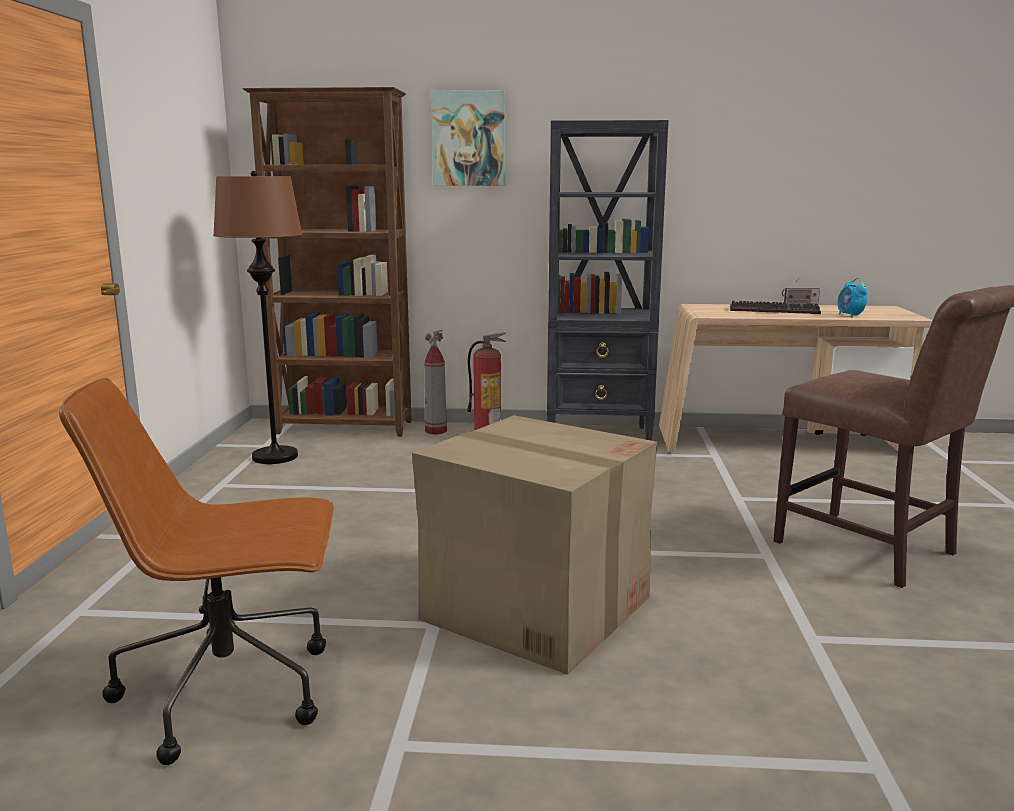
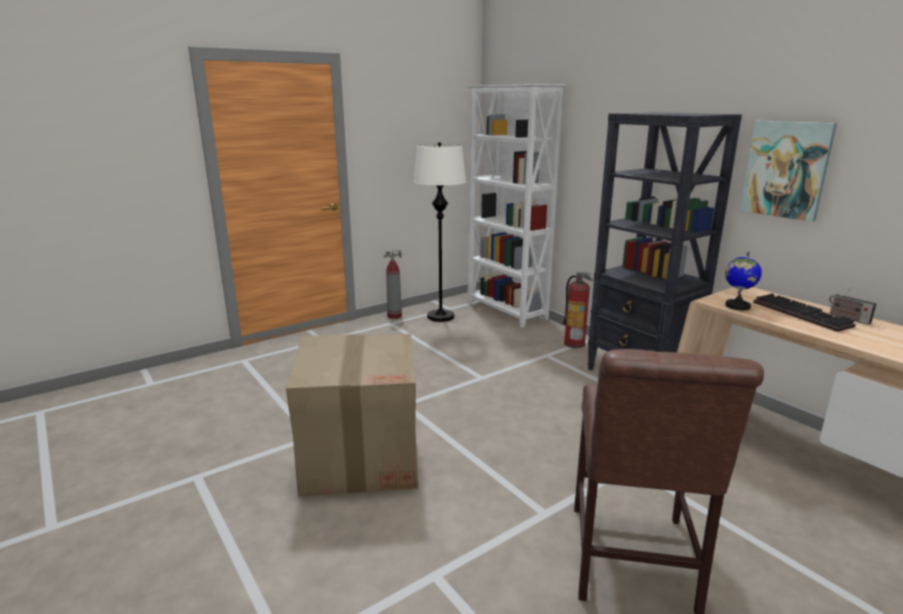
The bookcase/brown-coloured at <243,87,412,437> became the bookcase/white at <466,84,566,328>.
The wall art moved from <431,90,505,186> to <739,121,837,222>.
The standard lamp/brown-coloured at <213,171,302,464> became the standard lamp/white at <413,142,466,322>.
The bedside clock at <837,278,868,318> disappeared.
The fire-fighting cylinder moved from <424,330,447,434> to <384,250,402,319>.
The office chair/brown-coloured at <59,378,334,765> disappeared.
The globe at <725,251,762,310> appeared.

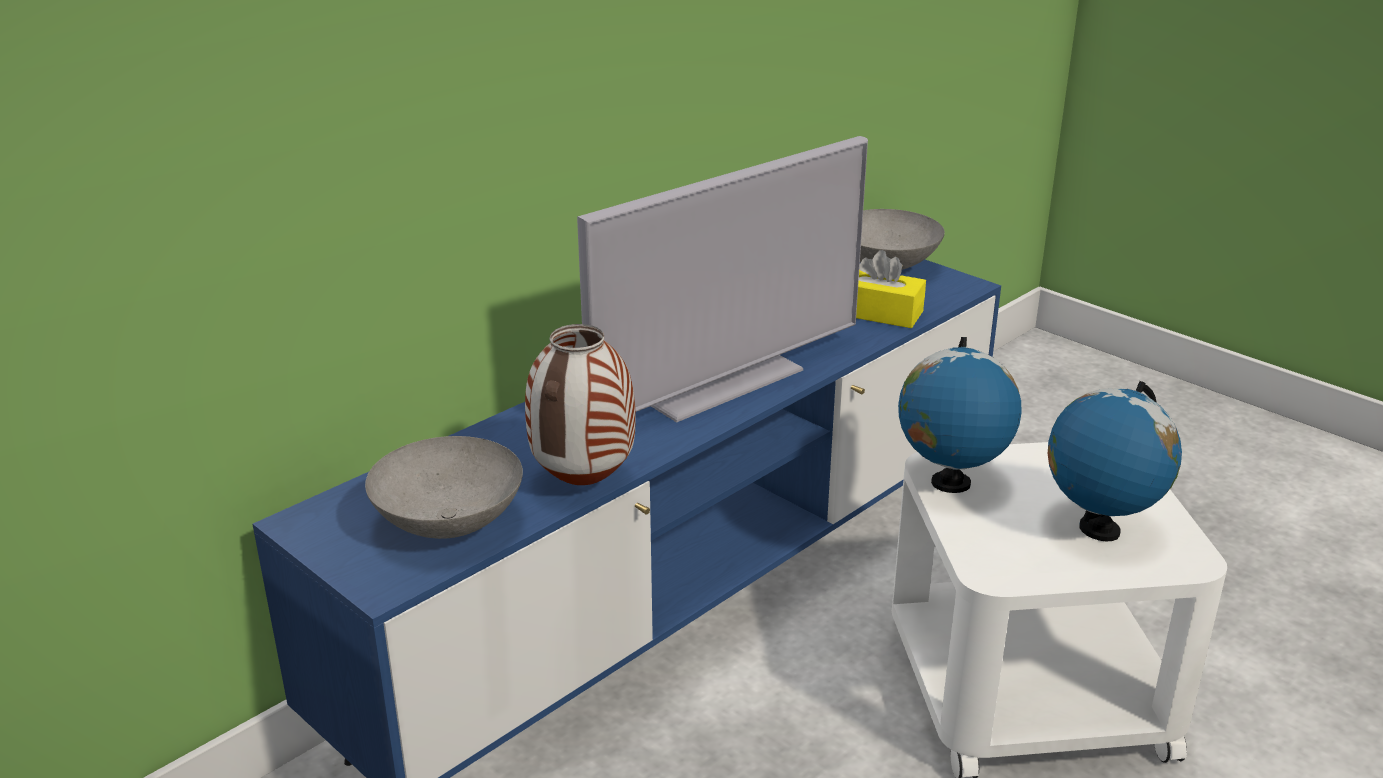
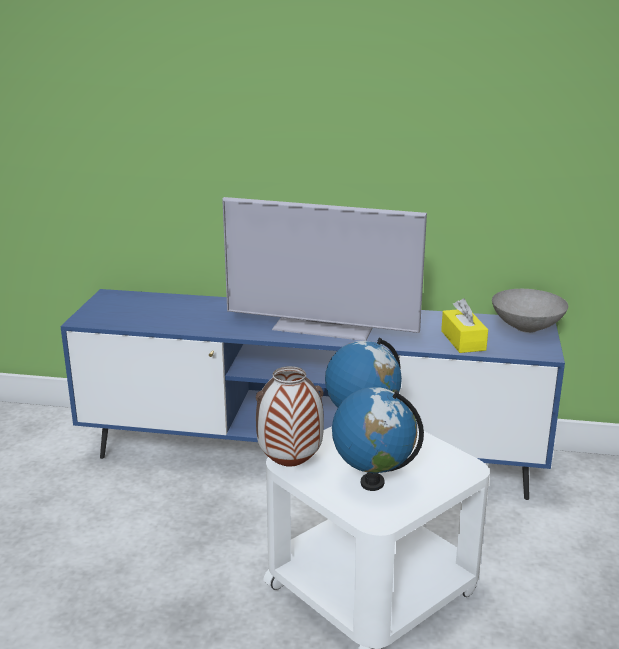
The decorative vase moved from <525,324,635,485> to <256,366,324,467>.
The deep dish/greyish at <365,436,523,539> disappeared.

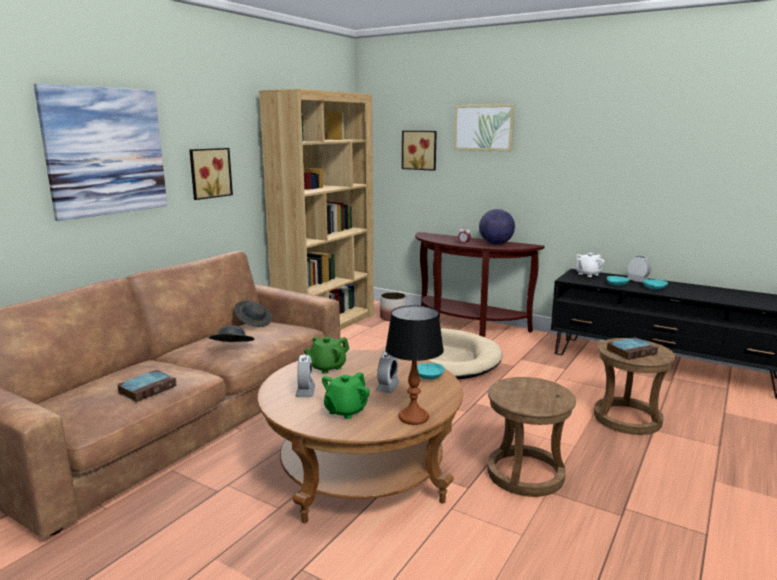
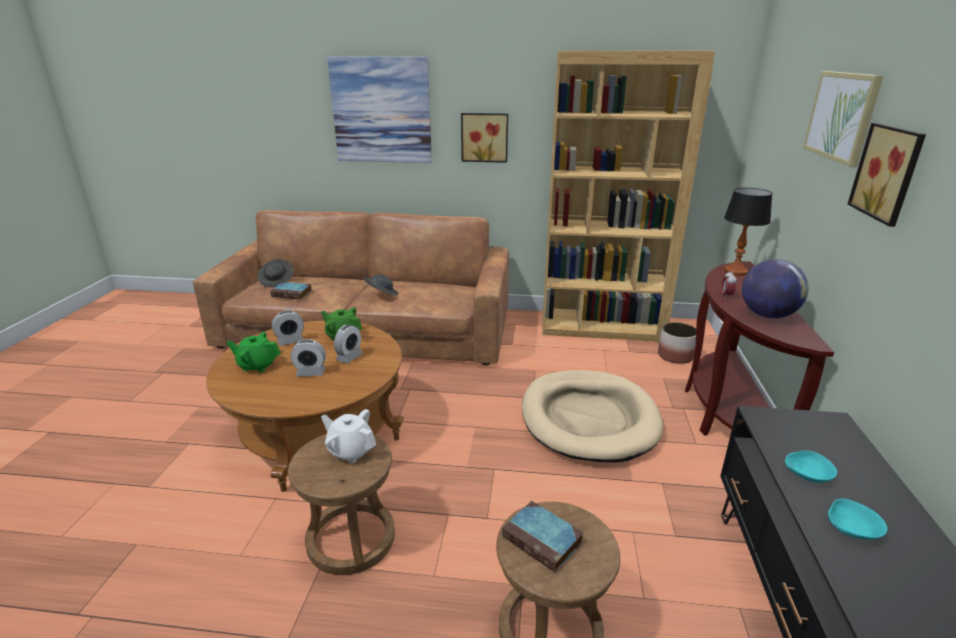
The wall art moved from <402,131,437,171> to <847,123,926,227>.
The teapot/white moved from <576,253,605,277> to <321,409,376,463>.
The bedside clock moved from <627,256,651,283> to <334,325,363,363>.
The clothing hat/greyish moved from <234,301,272,327> to <257,259,294,287>.
The lamp for a table moved from <385,305,444,425> to <724,188,773,276>.
The deep dish/turquoise-coloured at <417,363,445,380> disappeared.

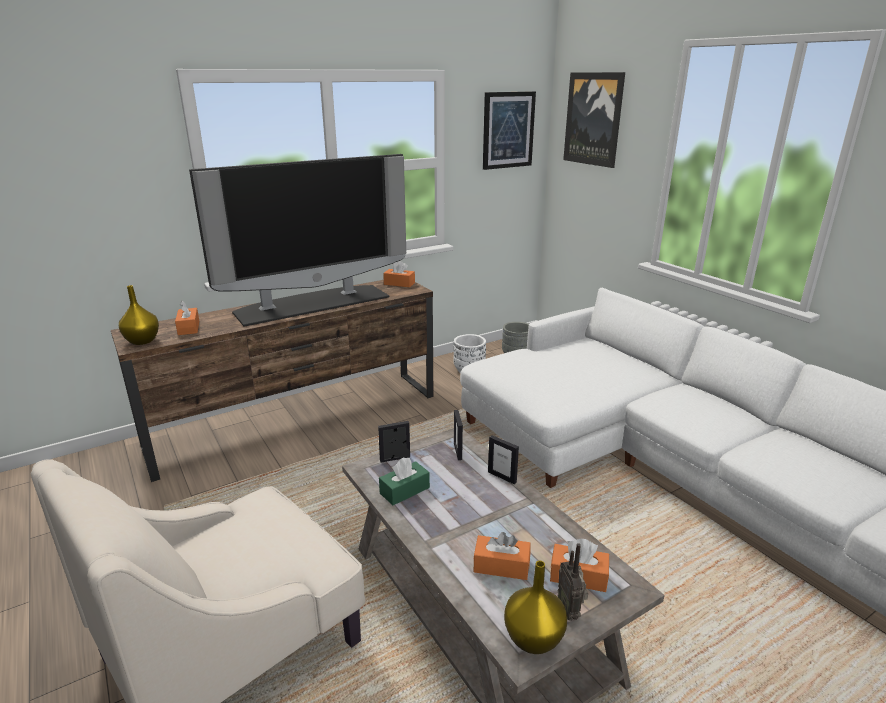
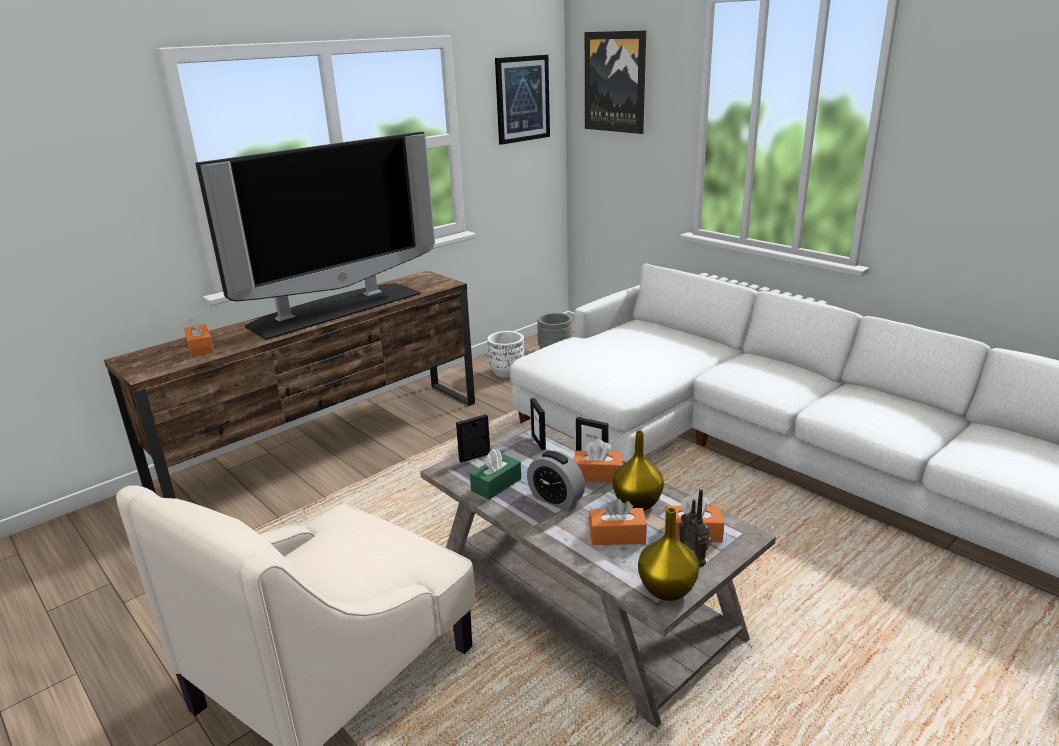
The tissue box/orange-coloured moved from <383,260,415,287> to <574,439,623,483>.
The decorative vase/yellow-coloured moved from <119,285,159,345> to <613,431,664,511>.
The bedside clock at <527,451,585,510> appeared.

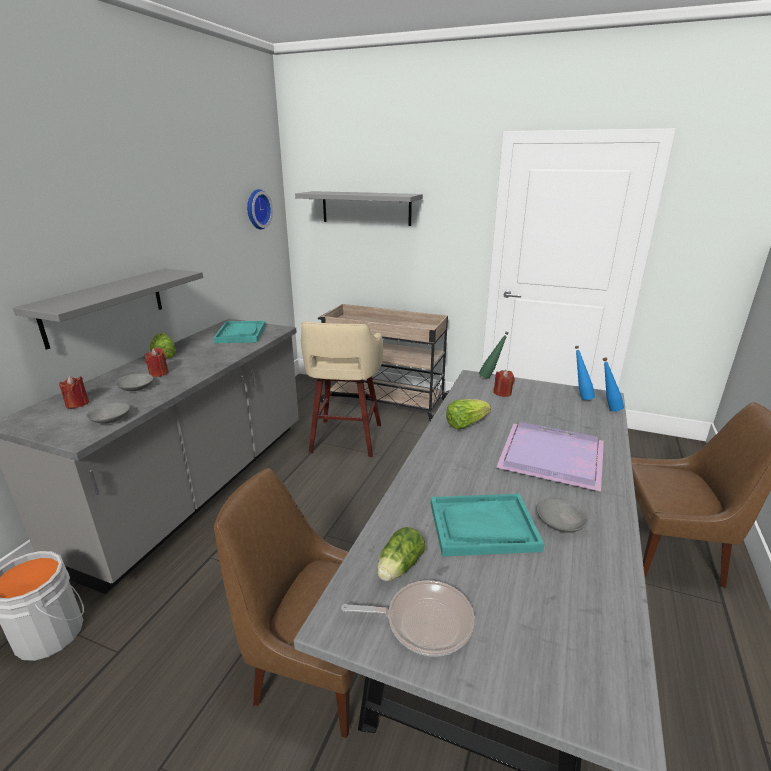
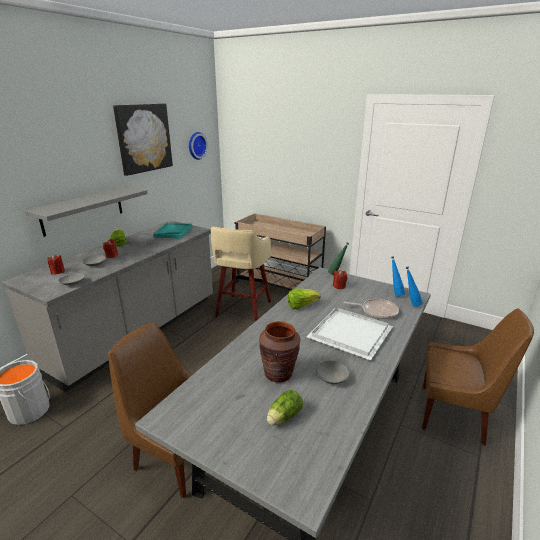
The shelf/greyish at <295,191,423,226> disappeared.
The serving tray/purplish at <496,422,604,491> became the serving tray/white at <307,307,393,360>.
The serving tray/turquoise-coloured at <431,494,544,556> was replaced by the decorative vase/brown-coloured at <259,321,300,383>.
The lettuce head moved from <377,527,425,581> to <267,390,303,425>.
The frying pan moved from <341,580,475,657> to <343,299,399,319>.
The wall art at <113,104,173,176> appeared.

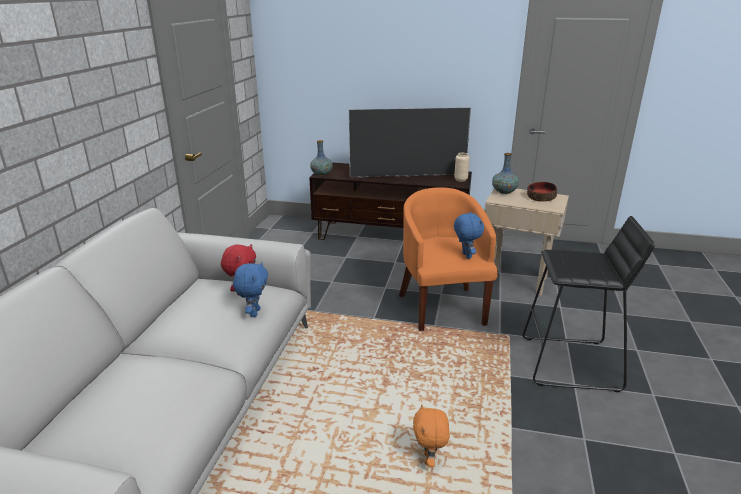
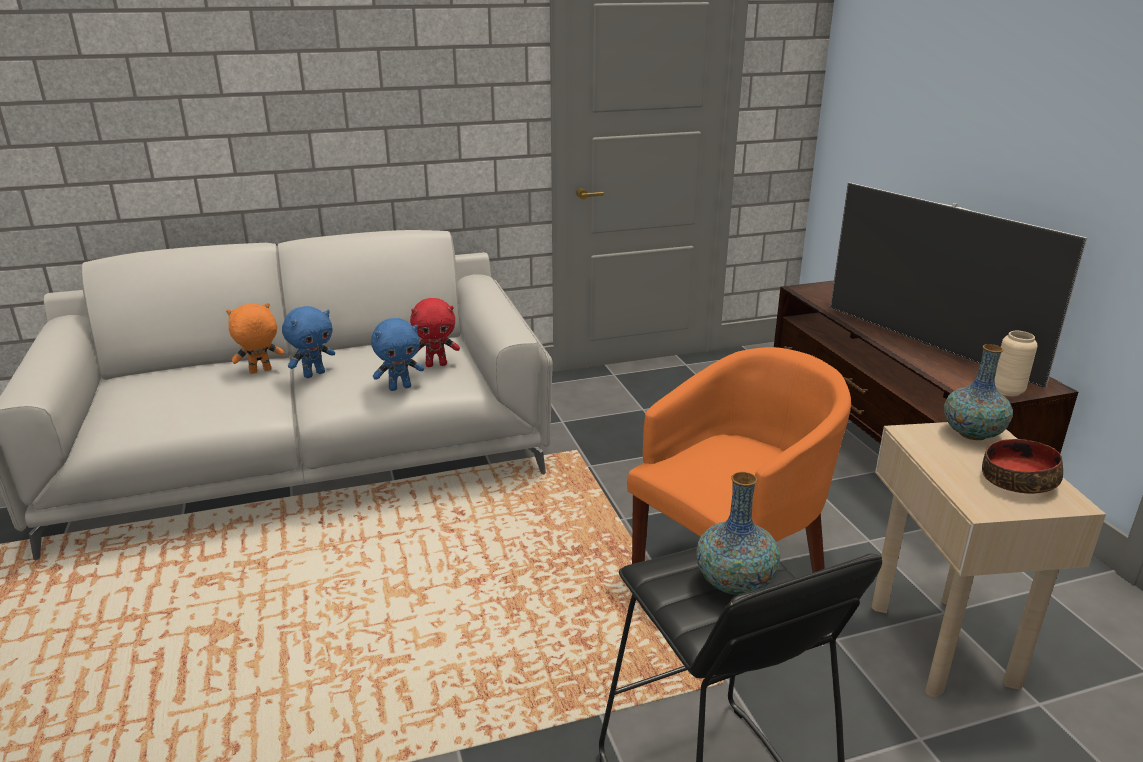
The decorative vase moved from <310,140,333,176> to <696,472,780,595>.
The plush toy/bluish moved from <454,212,484,259> to <282,306,335,378>.
The plush toy/orange-coloured moved from <413,404,450,467> to <226,303,284,374>.

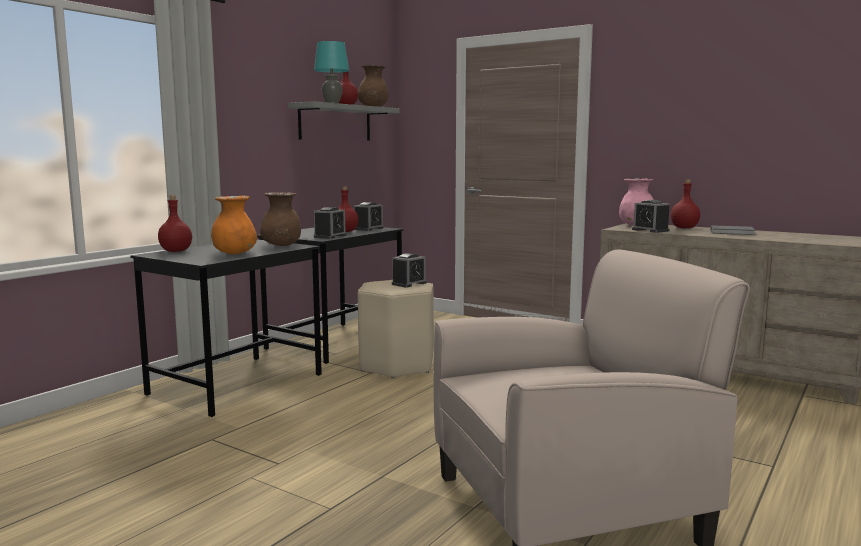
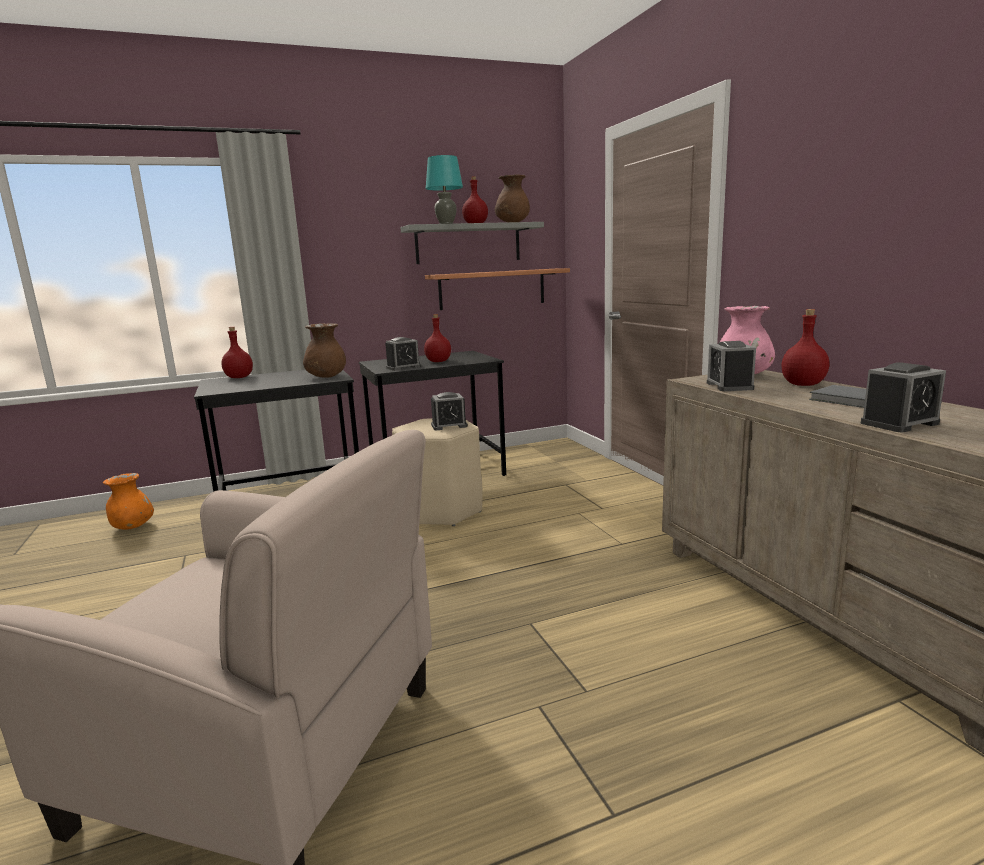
The decorative vase/orange-coloured moved from <211,196,257,254> to <103,473,154,530>.
The bedside clock moved from <354,202,384,231> to <861,362,946,432>.
The shelf at <425,268,570,310> appeared.

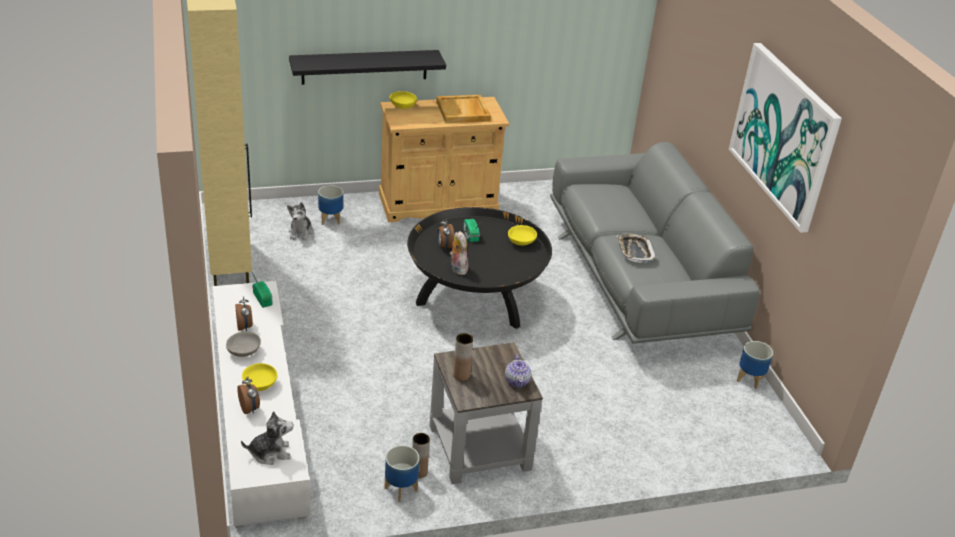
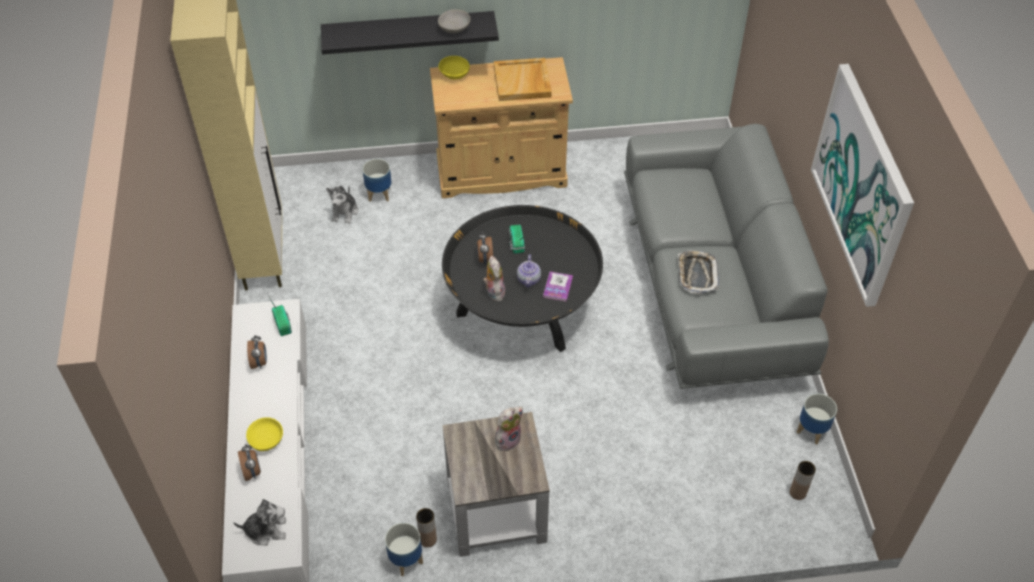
The deep dish/yellow-coloured at <508,225,537,245> disappeared.
The deep dish/greyish moved from <226,332,261,357> to <438,9,470,33>.
The decorative vase/brown-coloured moved from <453,333,474,381> to <790,461,816,500>.
The teapot moved from <505,354,531,388> to <517,254,541,288>.
The bound book at <543,271,573,302> appeared.
The plush toy at <495,407,523,451> appeared.

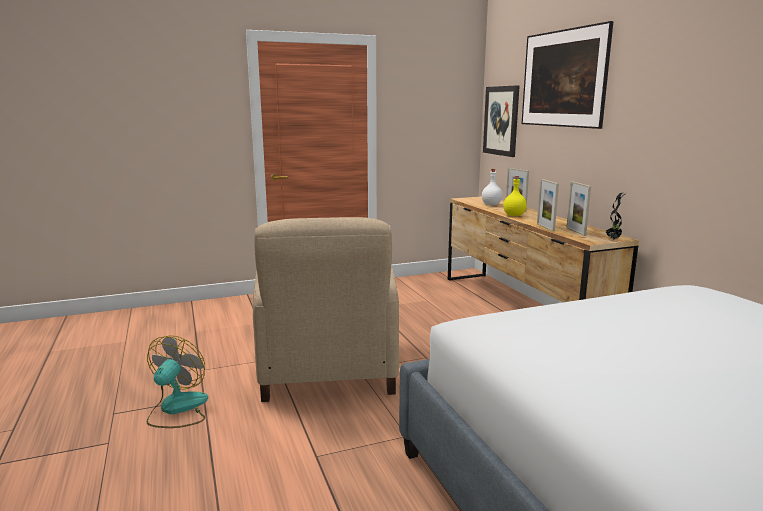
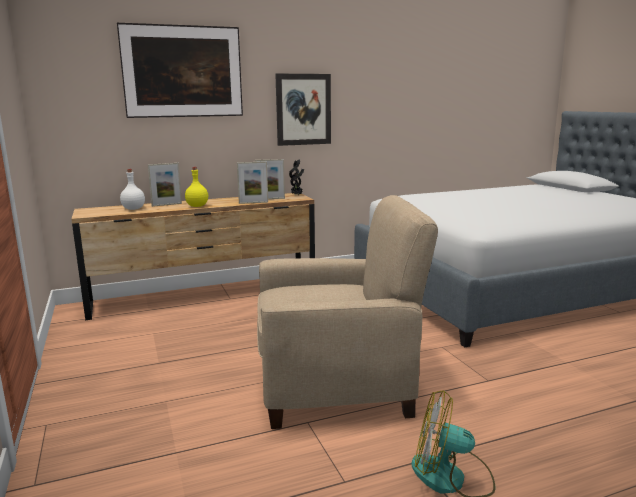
The wall art moved from <483,85,520,157> to <275,74,331,146>.

